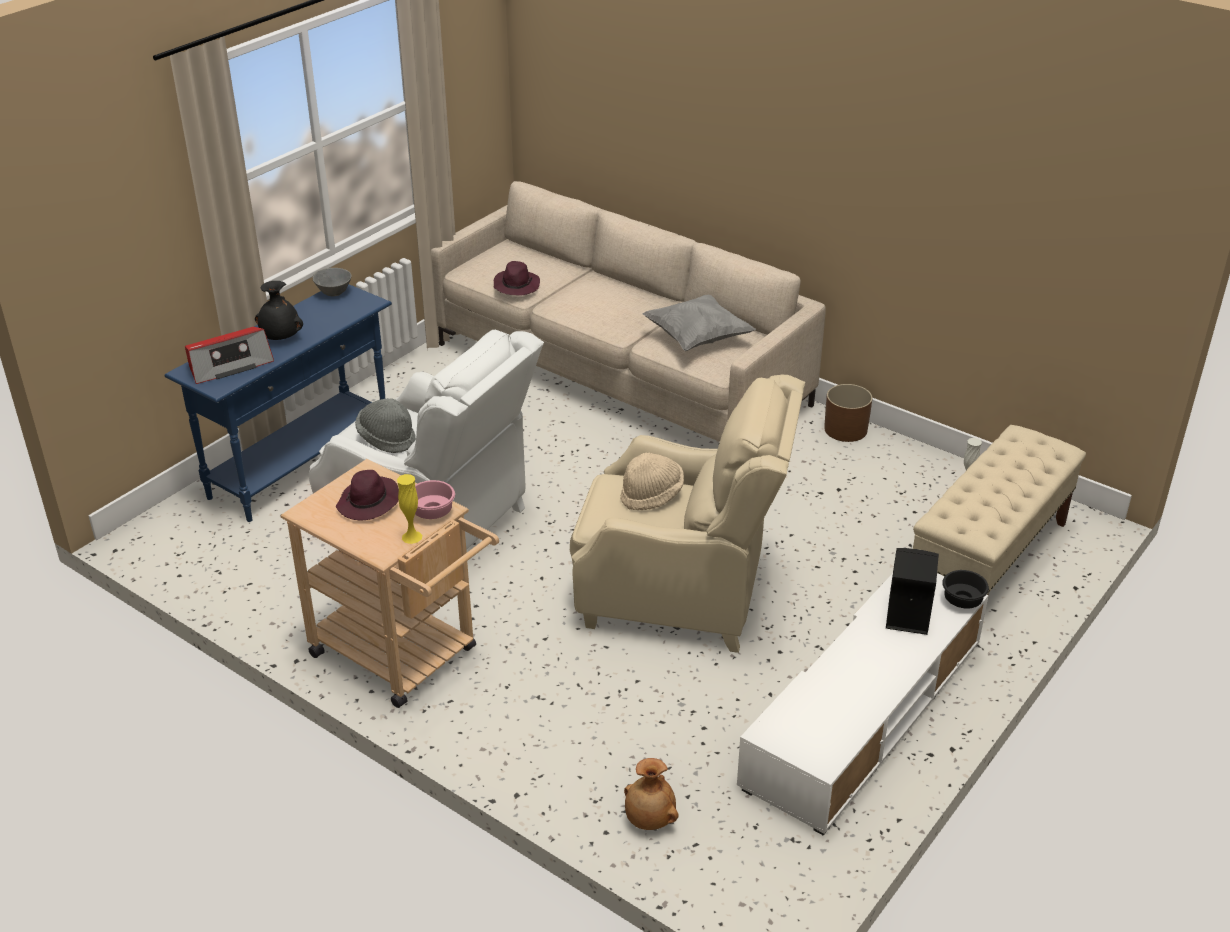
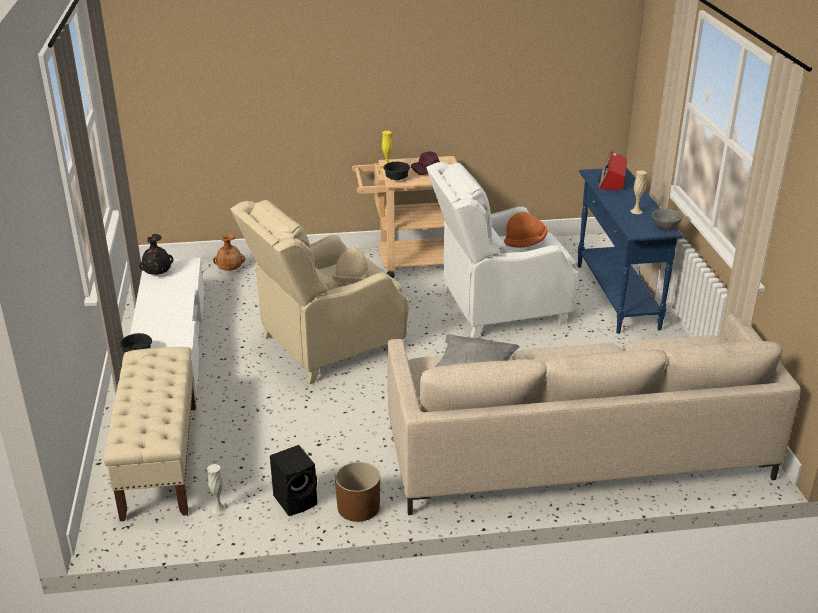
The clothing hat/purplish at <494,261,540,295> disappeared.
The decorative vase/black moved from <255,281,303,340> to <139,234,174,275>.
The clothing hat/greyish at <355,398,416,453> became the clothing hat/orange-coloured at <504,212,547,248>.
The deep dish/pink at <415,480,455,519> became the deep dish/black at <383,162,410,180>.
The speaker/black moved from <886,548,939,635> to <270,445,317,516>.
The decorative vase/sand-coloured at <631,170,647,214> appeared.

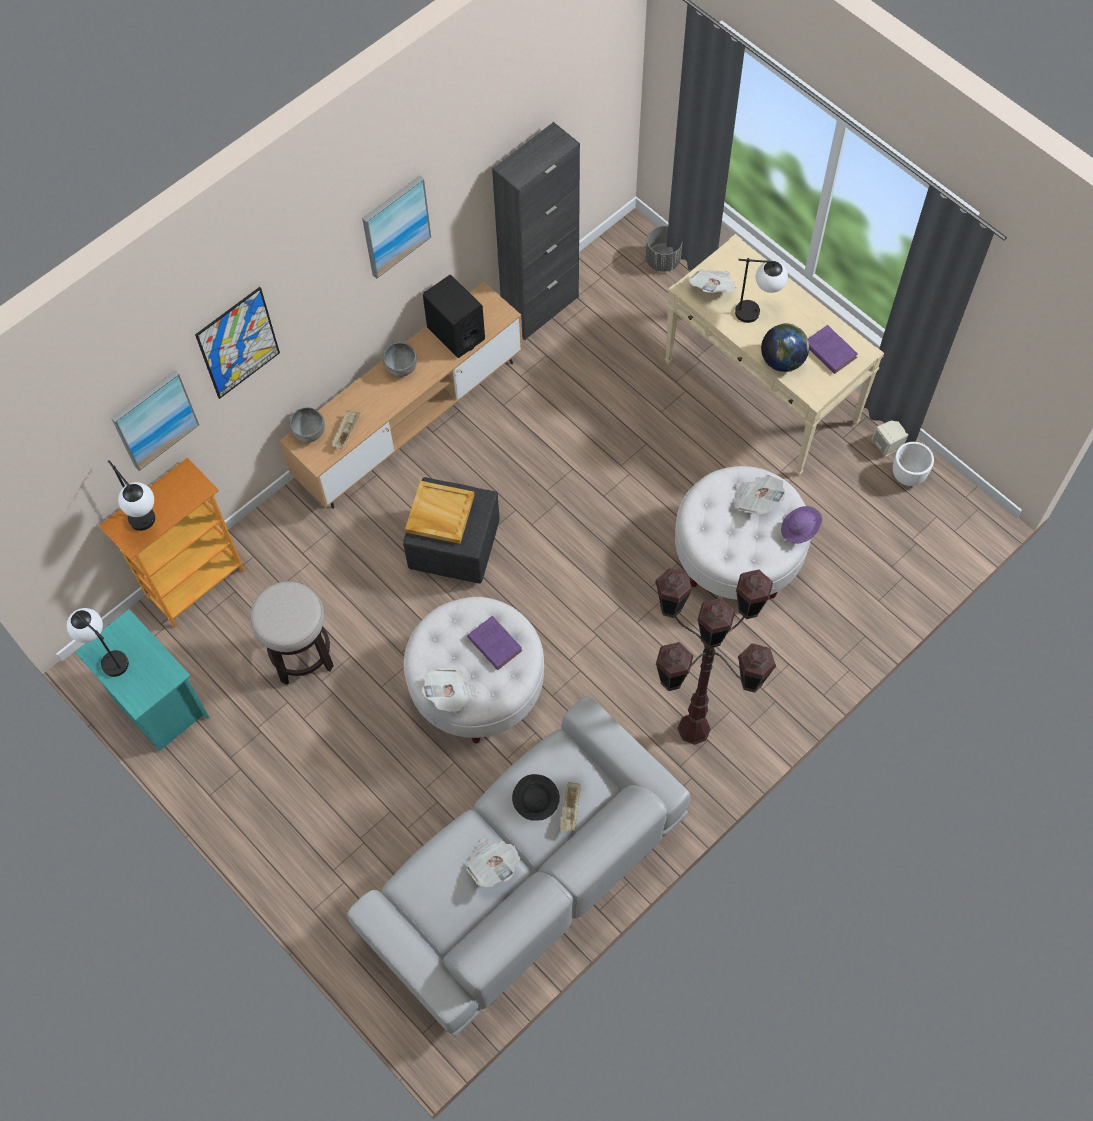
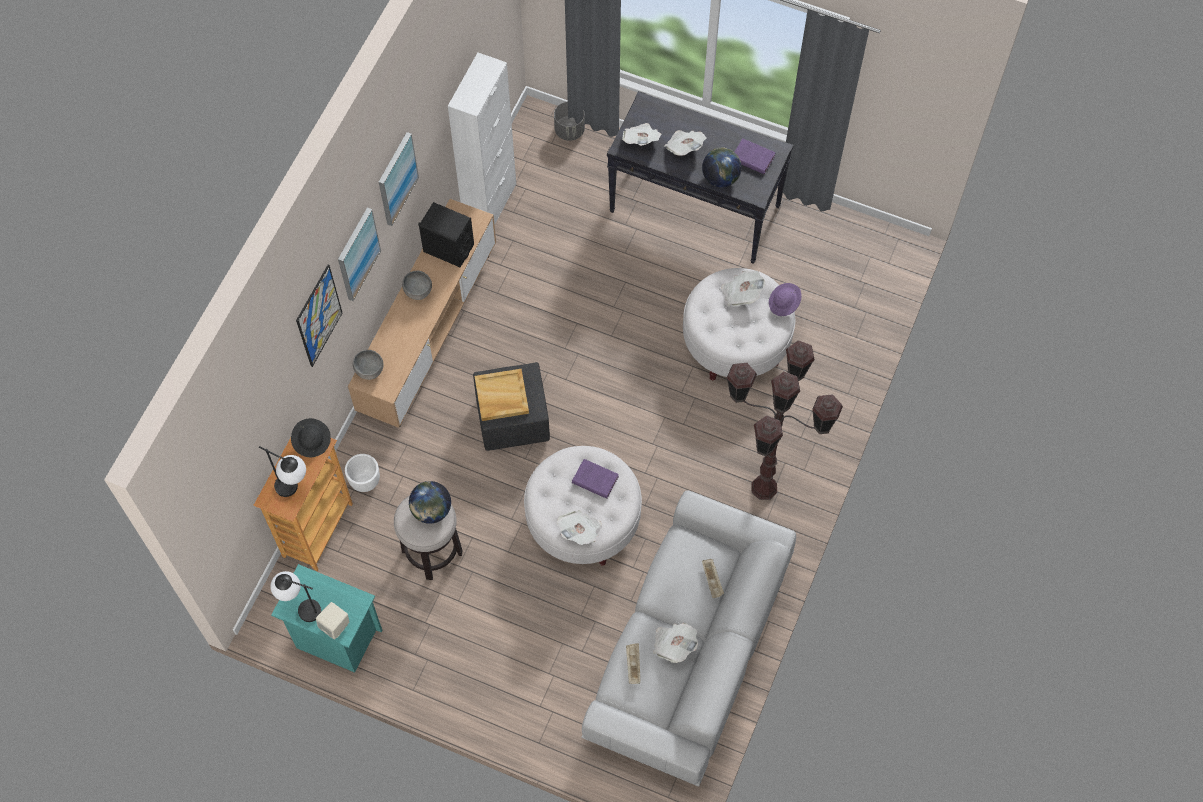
The cupboard/black at <492,122,580,340> became the cupboard/white at <448,53,516,225>.
The hall table/sand-coloured at <665,234,884,475> became the hall table/black at <607,91,794,264>.
The lamp for a table at <735,258,788,323> was replaced by the printed paper at <664,130,707,156>.
The wall art moved from <111,370,199,471> to <338,207,381,301>.
The serving tray/sand-coloured moved from <331,410,361,449> to <626,643,640,684>.
The speaker/sand-coloured moved from <872,420,908,457> to <316,602,349,639>.
The flower pot/white moved from <893,442,934,486> to <345,454,380,492>.
The clothing hat/black moved from <512,774,560,821> to <291,418,331,457>.
The globe at <409,481,451,524> appeared.

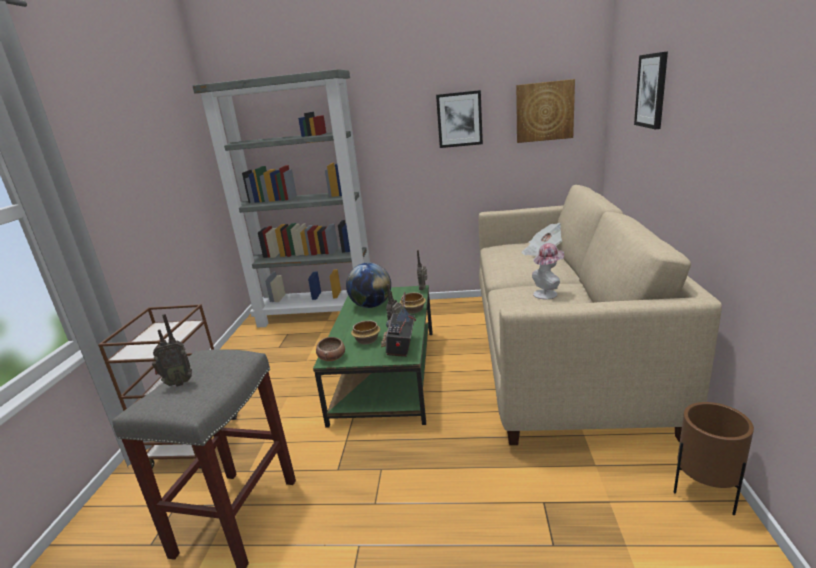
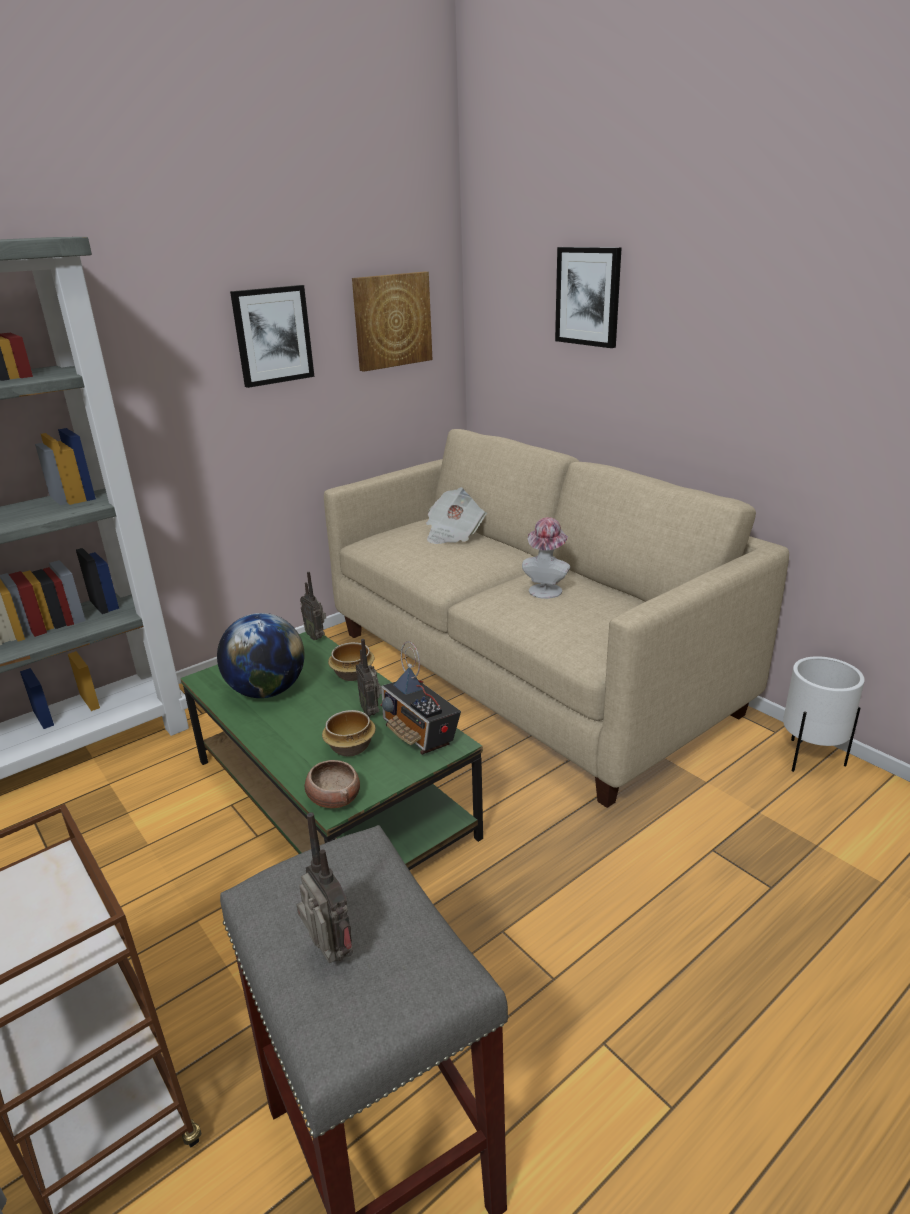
The radio set at <152,314,192,387> turned 60 degrees counterclockwise.
The flower pot/brown-coloured at <674,402,754,515> became the flower pot/white at <783,656,865,772>.

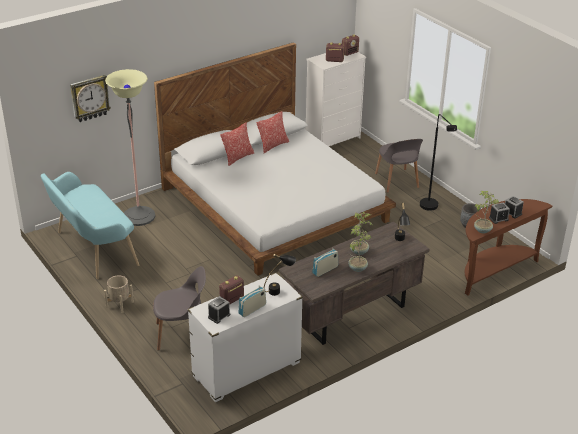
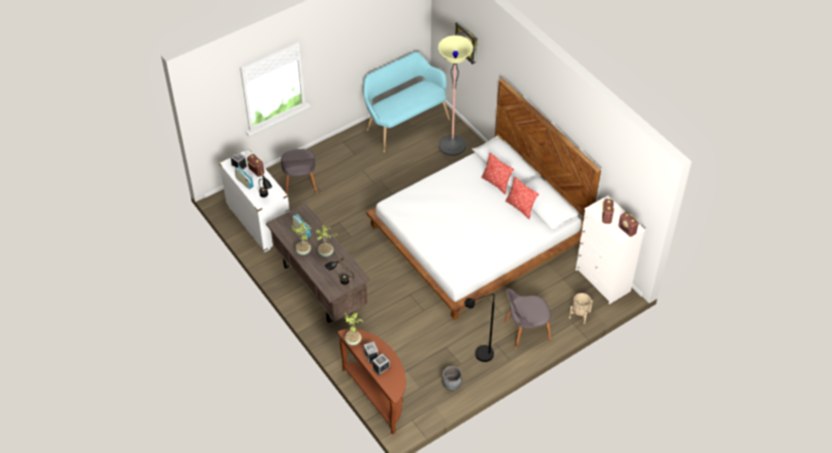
The flower pot/sand-coloured moved from <104,276,134,313> to <569,293,593,324>.

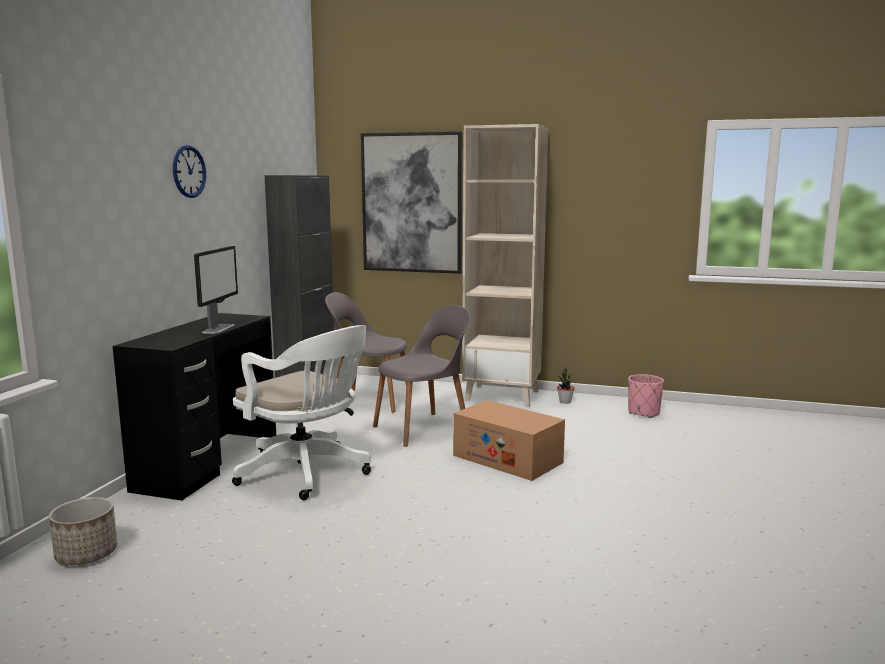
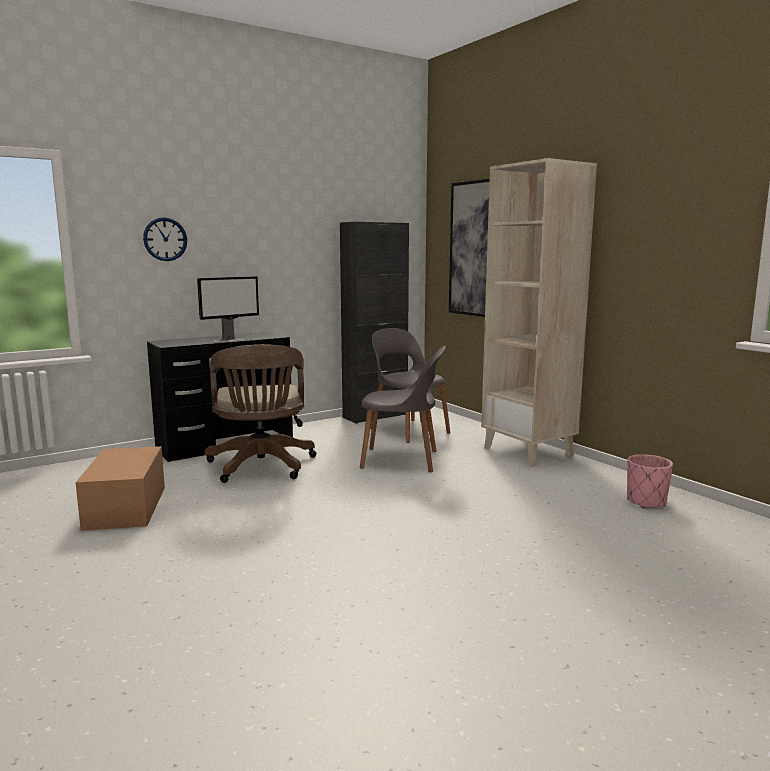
The clock on the wall moved from <173,145,206,198> to <143,217,187,261>.
The office chair/white at <232,325,371,500> became the office chair/brown-coloured at <205,344,316,483>.
The houseplant at <557,367,575,404> disappeared.
The packing box moved from <453,400,565,481> to <75,446,165,531>.
The flower pot at <49,497,117,565> disappeared.

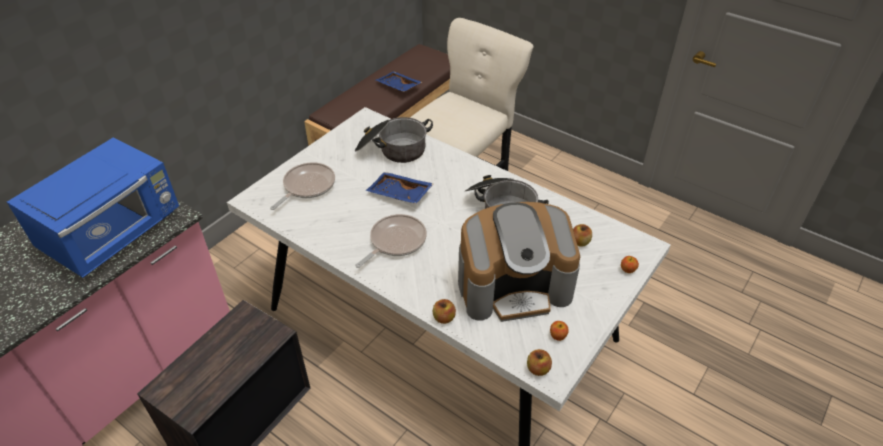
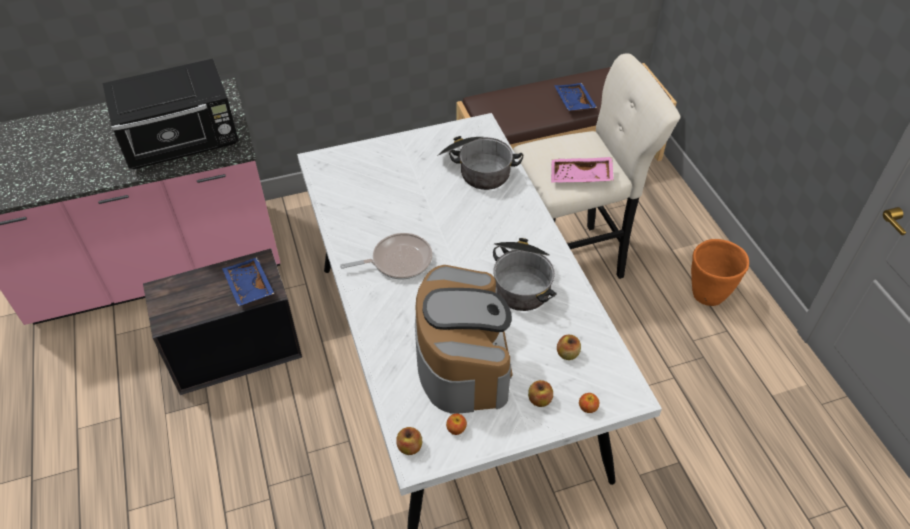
The kitchen microwave/bluish at <7,137,179,278> became the kitchen microwave/black at <103,59,239,169>.
The frying pan at <270,162,335,210> disappeared.
The serving tray/bluish moved from <366,172,433,204> to <222,257,274,306>.
The coffee machine at <458,202,580,322> turned 120 degrees counterclockwise.
The whole apple moved from <433,299,456,324> to <528,380,553,407>.
The serving tray/pink at <551,157,614,182> appeared.
The flower pot/orange-coloured at <691,239,749,306> appeared.

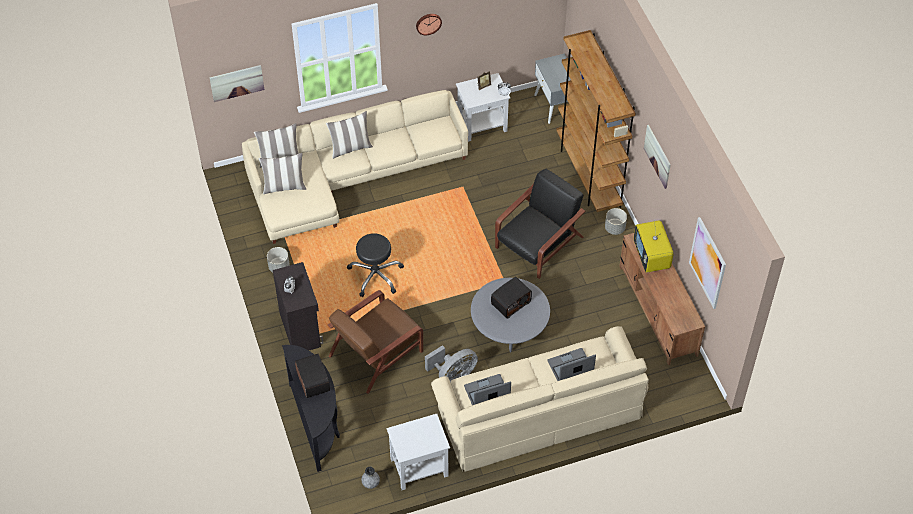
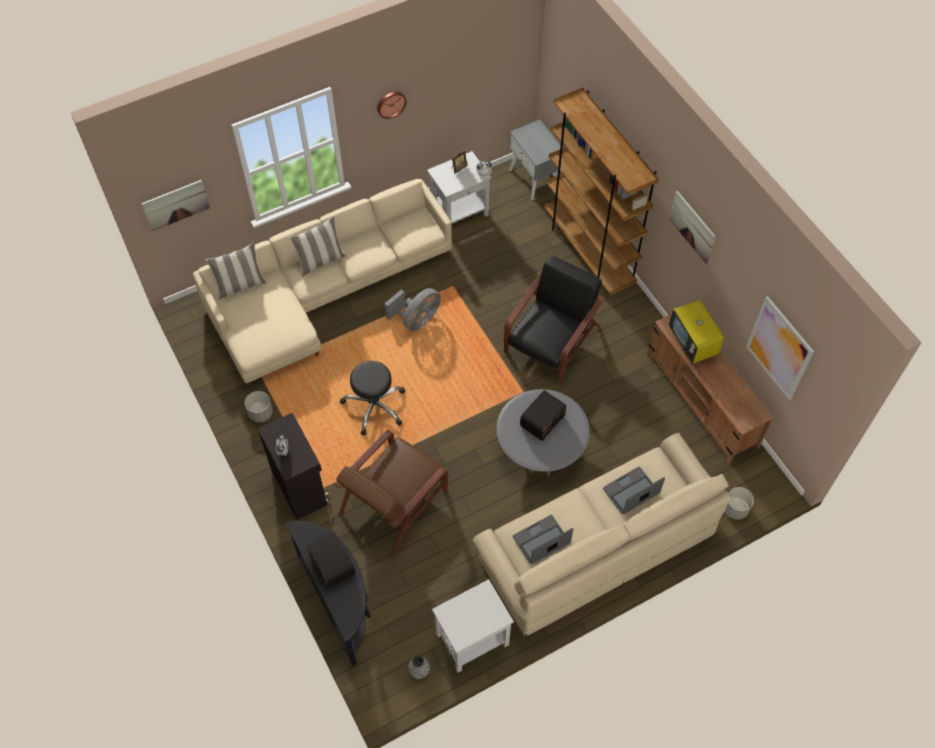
The pillow at <259,153,306,194> disappeared.
The flower pot/greyish moved from <605,208,627,235> to <725,487,754,520>.
The fan/greyish moved from <425,345,478,383> to <385,288,441,331>.

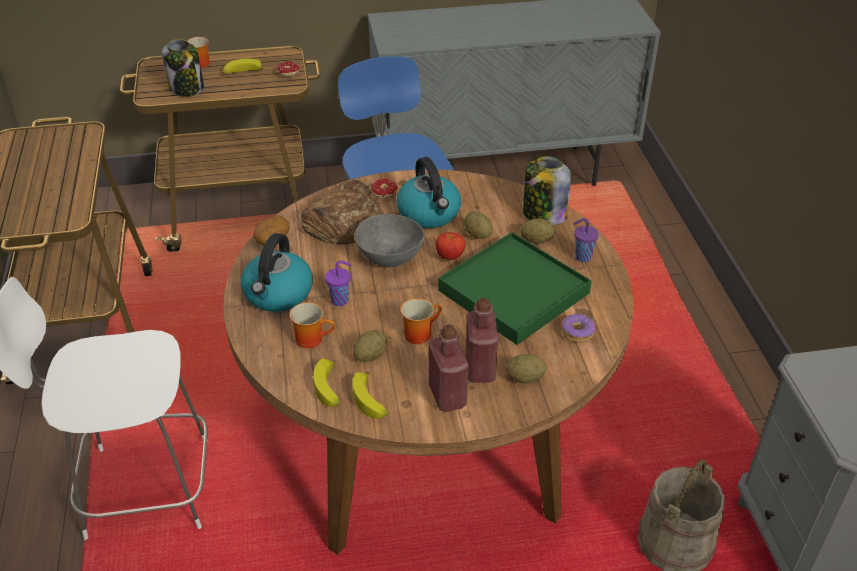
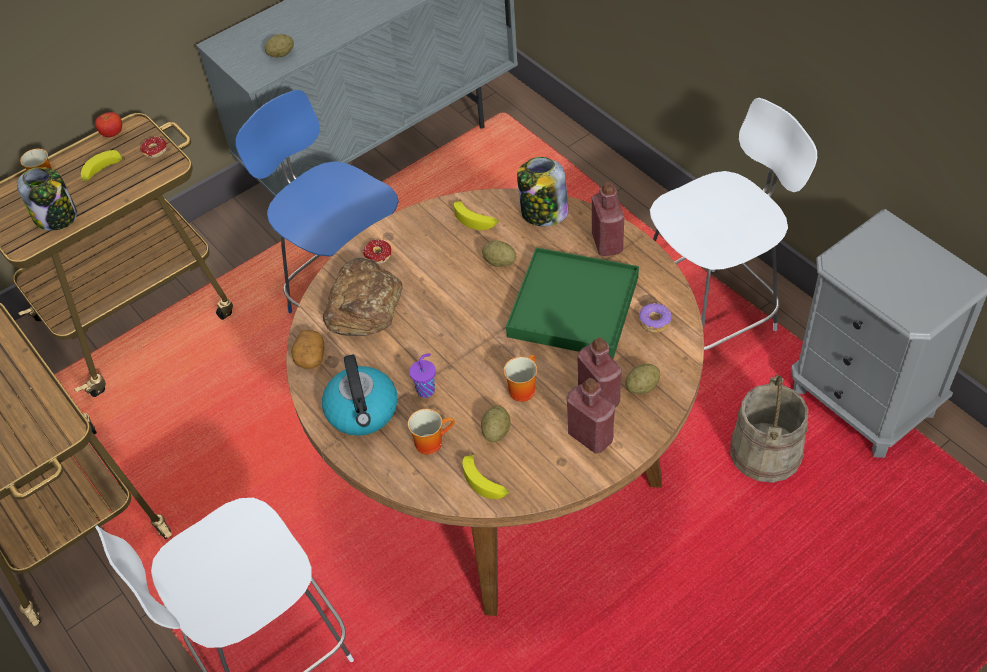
The water kettle at <396,157,461,228> disappeared.
The deep dish/greyish at <355,214,425,267> disappeared.
The drinking cup/purplish at <573,218,599,262> was replaced by the beverage bottle/red at <592,182,624,256>.
The potato moved from <520,219,555,244> to <265,34,294,57>.
The fresh tomato moved from <436,232,466,260> to <95,112,122,137>.
The banana fruit moved from <353,372,389,418> to <454,199,499,230>.
The upright chair/white at <650,98,817,350> appeared.

